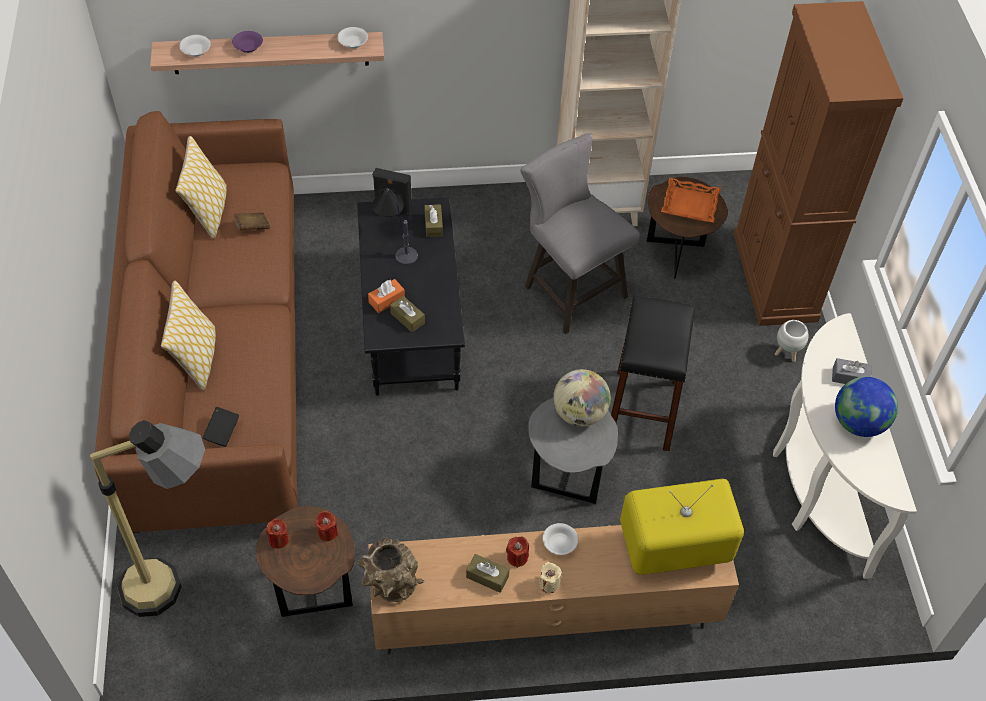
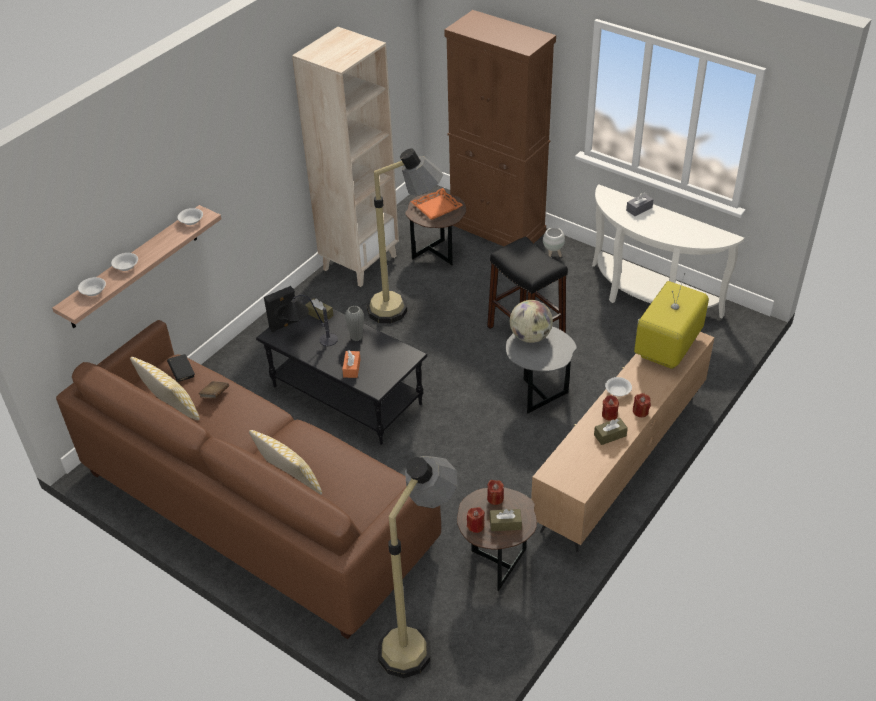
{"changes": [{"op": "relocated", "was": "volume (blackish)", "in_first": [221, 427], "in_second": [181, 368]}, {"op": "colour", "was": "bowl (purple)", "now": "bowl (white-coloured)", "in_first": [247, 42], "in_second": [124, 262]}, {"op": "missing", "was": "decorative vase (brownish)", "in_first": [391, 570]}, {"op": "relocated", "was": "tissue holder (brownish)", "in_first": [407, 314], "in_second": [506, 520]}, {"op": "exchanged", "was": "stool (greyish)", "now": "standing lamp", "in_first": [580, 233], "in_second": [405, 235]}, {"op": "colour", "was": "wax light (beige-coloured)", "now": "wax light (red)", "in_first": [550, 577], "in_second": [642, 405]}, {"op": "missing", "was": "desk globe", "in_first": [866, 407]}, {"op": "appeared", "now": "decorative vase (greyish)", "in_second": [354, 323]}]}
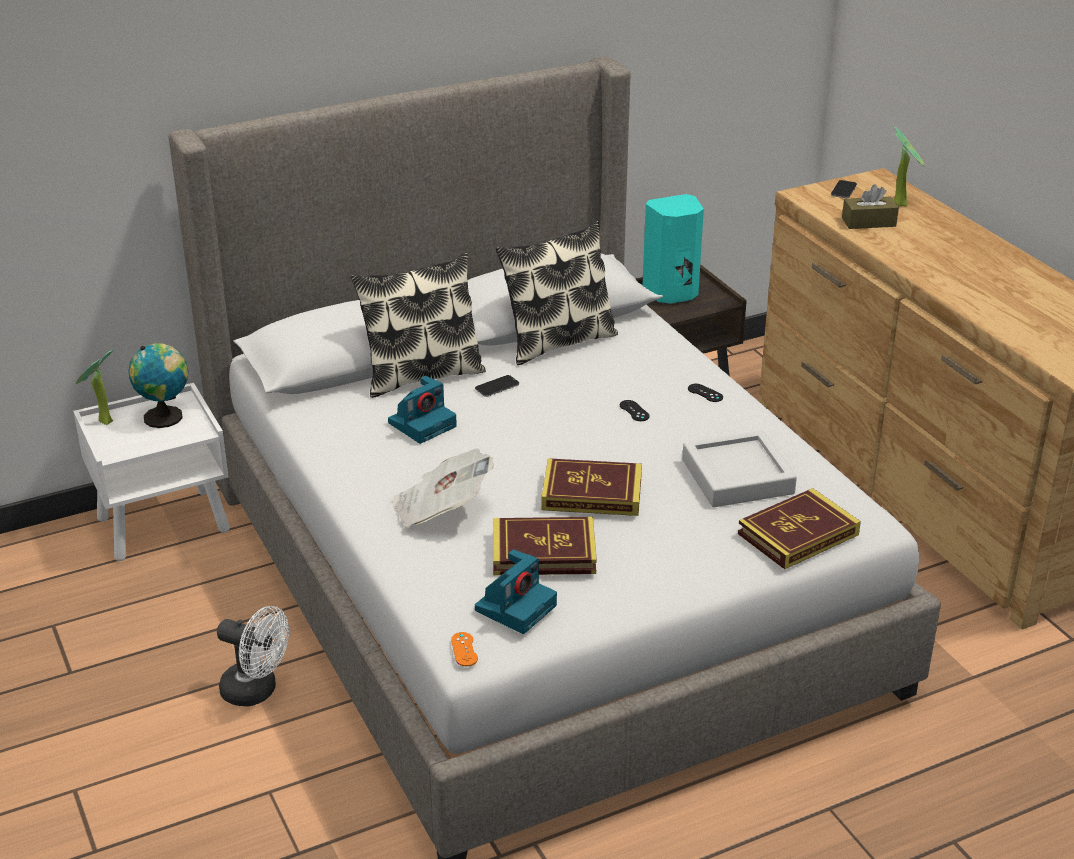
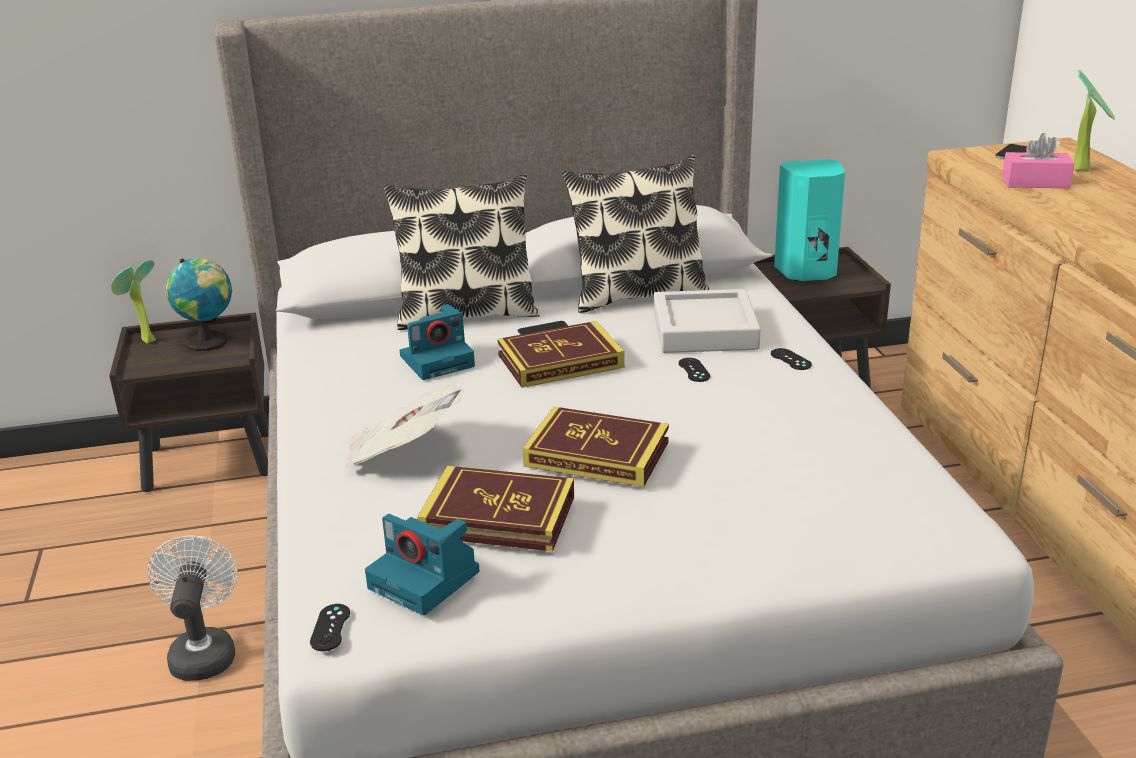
{"changes": [{"op": "colour", "was": "nightstand (white-coloured)", "now": "nightstand (brownish)", "in_first": [151, 472], "in_second": [189, 402]}, {"op": "spun", "was": "fan (white-coloured)", "in_first": [253, 656], "in_second": [192, 608], "clockwise": -135}, {"op": "colour", "was": "joypad (orange)", "now": "joypad (blackish)", "in_first": [464, 649], "in_second": [330, 627]}, {"op": "spun", "was": "photo camera", "in_first": [516, 591], "in_second": [422, 564], "clockwise": 75}, {"op": "relocated", "was": "tray (greyish)", "in_first": [739, 469], "in_second": [707, 321]}, {"op": "relocated", "was": "volume", "in_first": [799, 529], "in_second": [560, 354]}, {"op": "colour", "was": "tissue holder (brownish)", "now": "tissue holder (pinkish)", "in_first": [870, 206], "in_second": [1038, 160]}]}
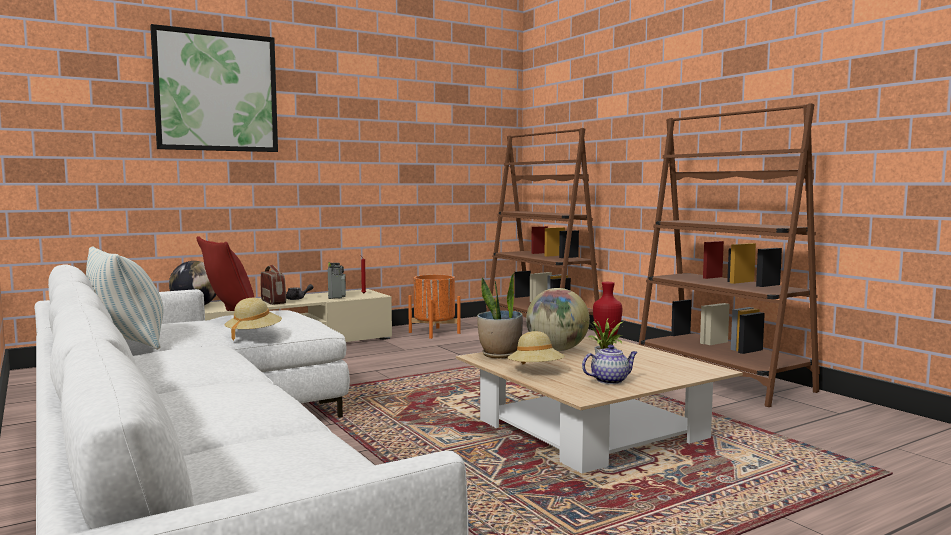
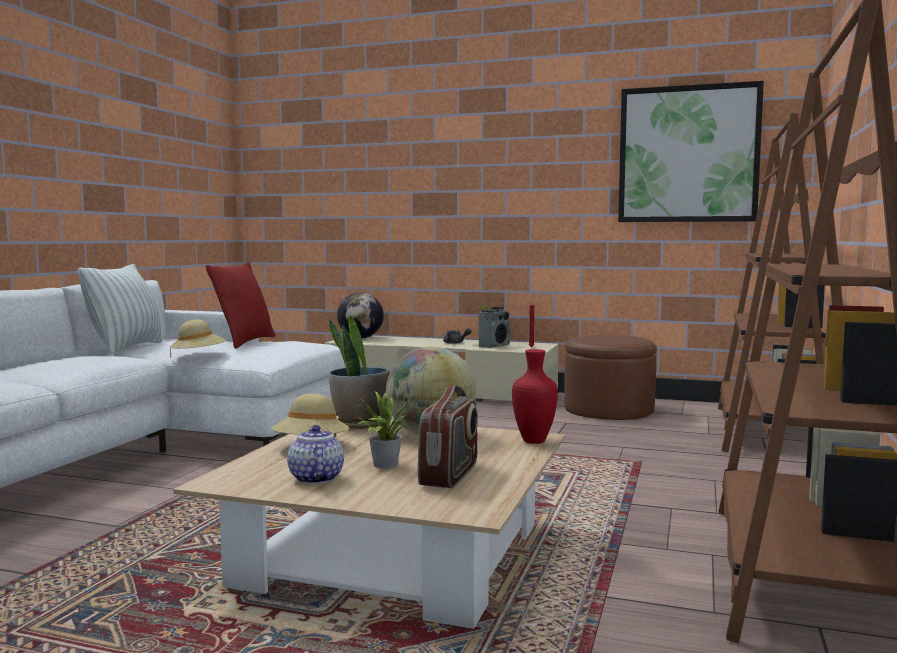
{"changes": [{"op": "relocated", "was": "wall art", "in_first": [214, 88], "in_second": [691, 151]}, {"op": "relocated", "was": "radio receiver", "in_first": [273, 285], "in_second": [448, 436]}, {"op": "exchanged", "was": "flower pot (orange)", "now": "ottoman (brownish)", "in_first": [434, 307], "in_second": [610, 377]}, {"op": "spun", "was": "tea pot", "in_first": [610, 364], "in_second": [315, 454], "clockwise": -135}]}
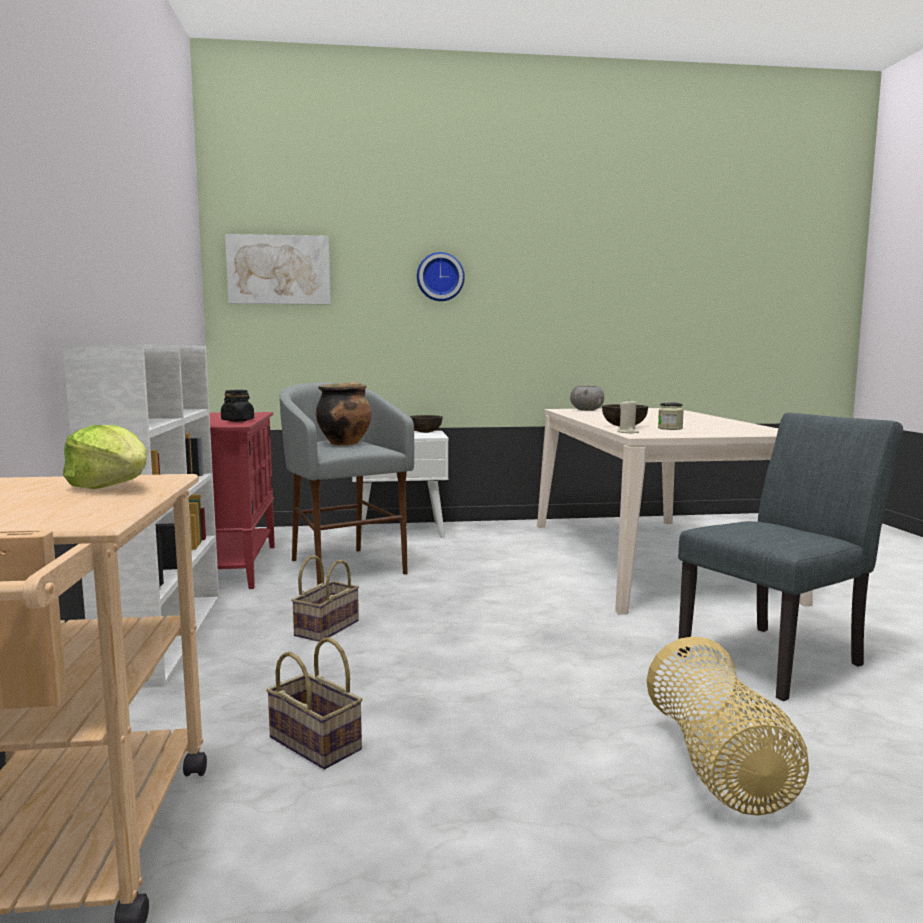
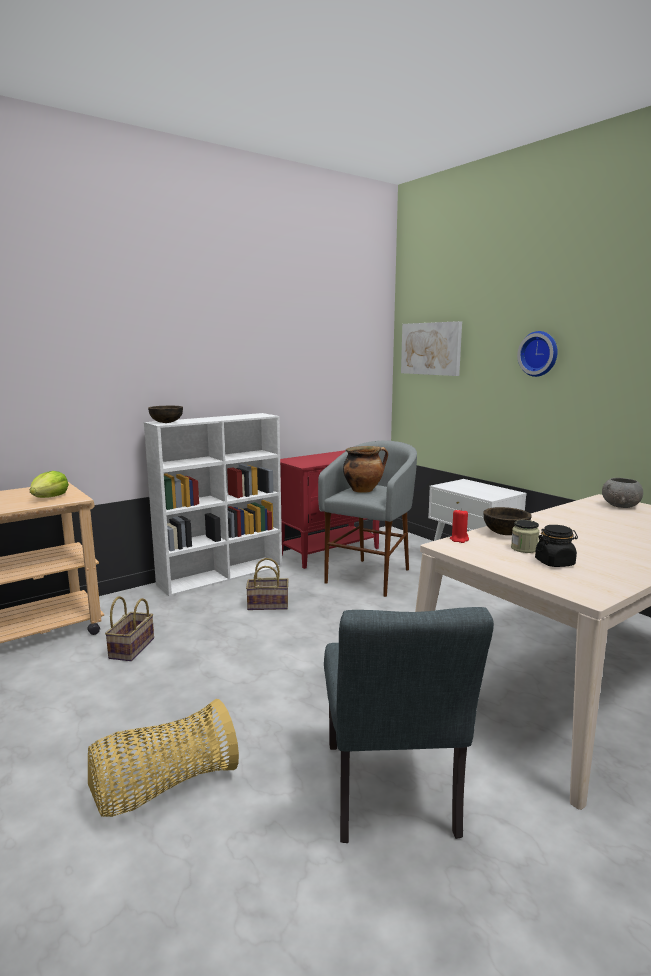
{"changes": [{"op": "relocated", "was": "jar (blackish)", "in_first": [237, 406], "in_second": [556, 546]}, {"op": "relocated", "was": "bowl (brownish)", "in_first": [426, 424], "in_second": [165, 414]}, {"op": "colour", "was": "wax light (beige-coloured)", "now": "wax light (red)", "in_first": [628, 416], "in_second": [459, 526]}, {"op": "spun", "was": "upright chair (greyish)", "in_first": [790, 557], "in_second": [409, 725], "clockwise": 60}]}
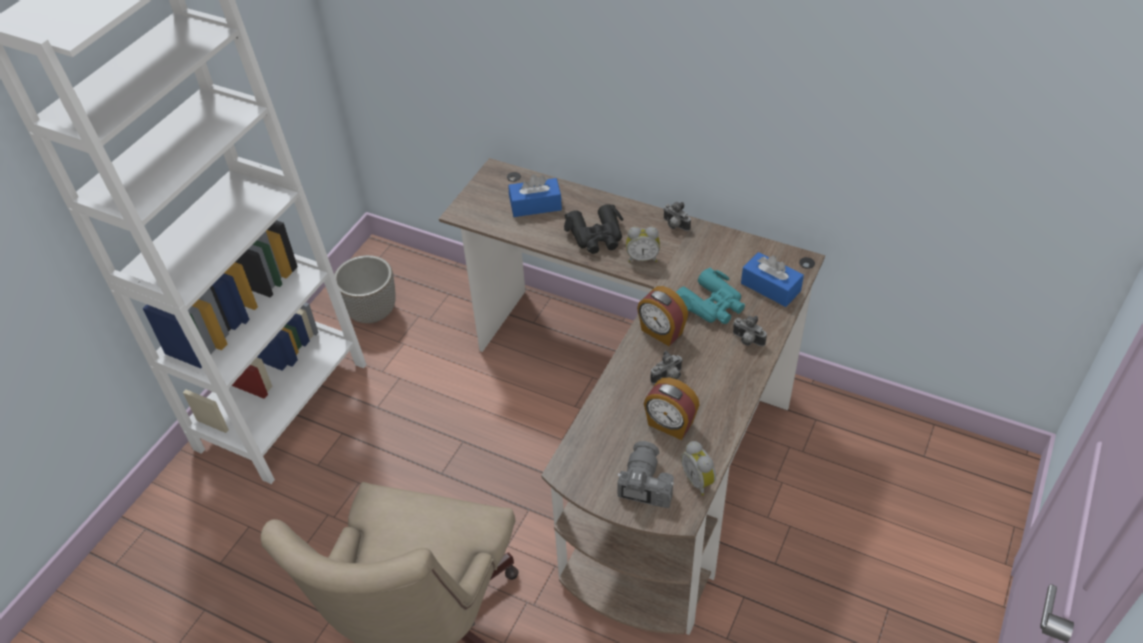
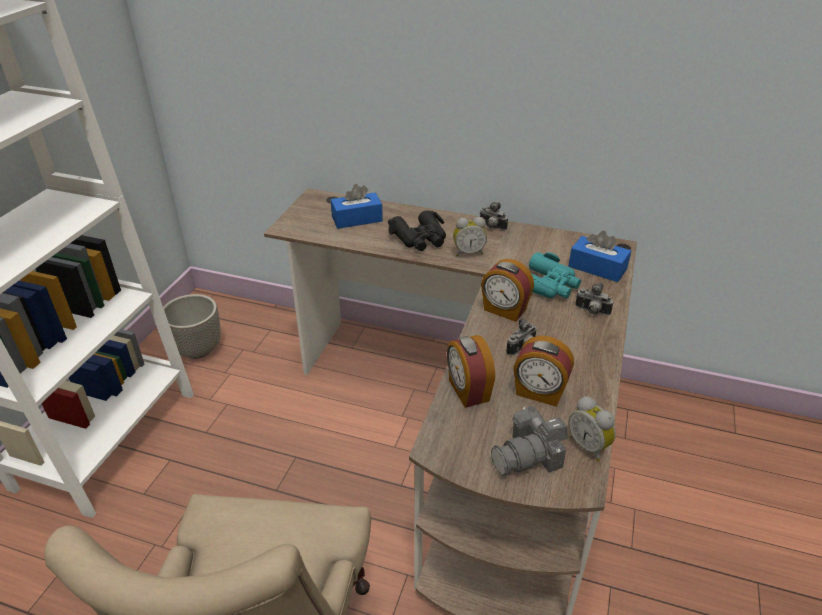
{"changes": [{"op": "spun", "was": "photo camera", "in_first": [645, 474], "in_second": [529, 441], "clockwise": -120}, {"op": "appeared", "now": "bedside clock", "in_second": [471, 371]}]}
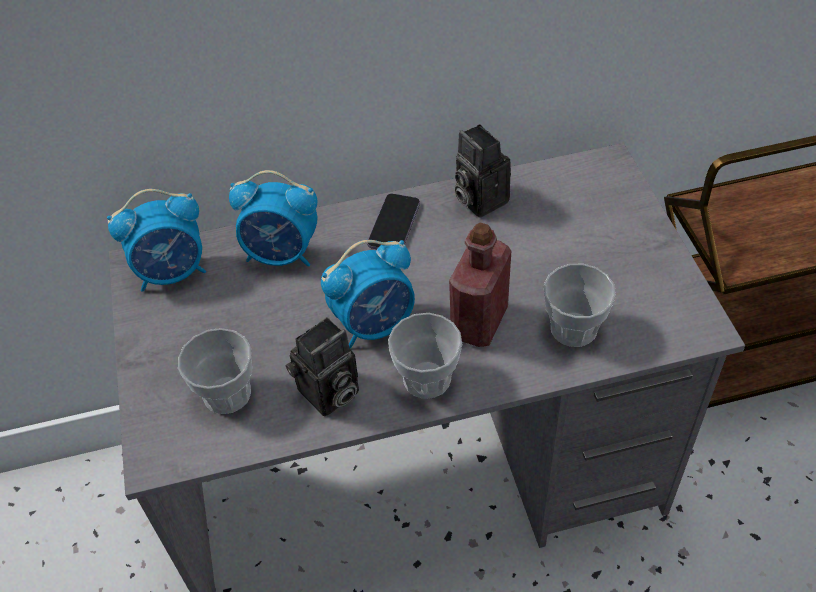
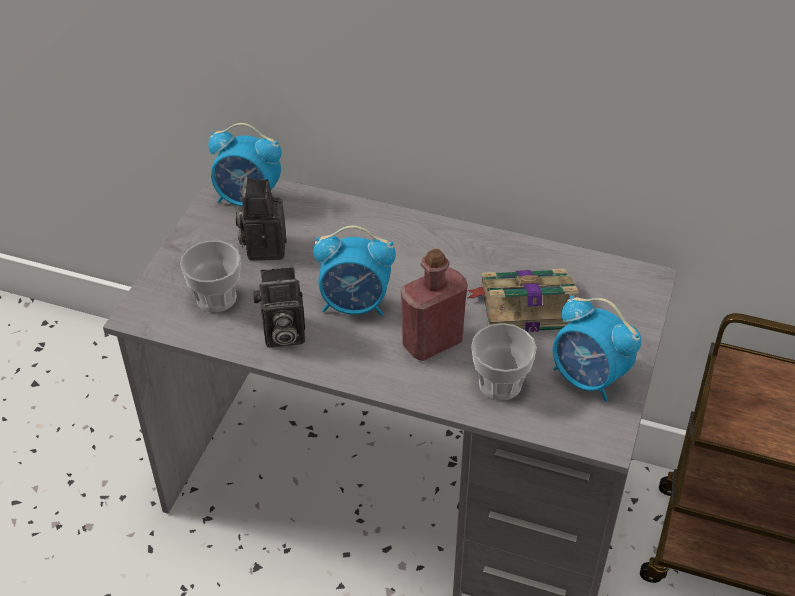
{"changes": [{"op": "relocated", "was": "bedside clock", "in_first": [273, 218], "in_second": [597, 349]}, {"op": "missing", "was": "telephone", "in_first": [393, 221]}, {"op": "missing", "was": "drinking cup", "in_first": [425, 356]}, {"op": "relocated", "was": "photo camera", "in_first": [482, 171], "in_second": [261, 218]}, {"op": "appeared", "now": "volume", "in_second": [523, 301]}]}
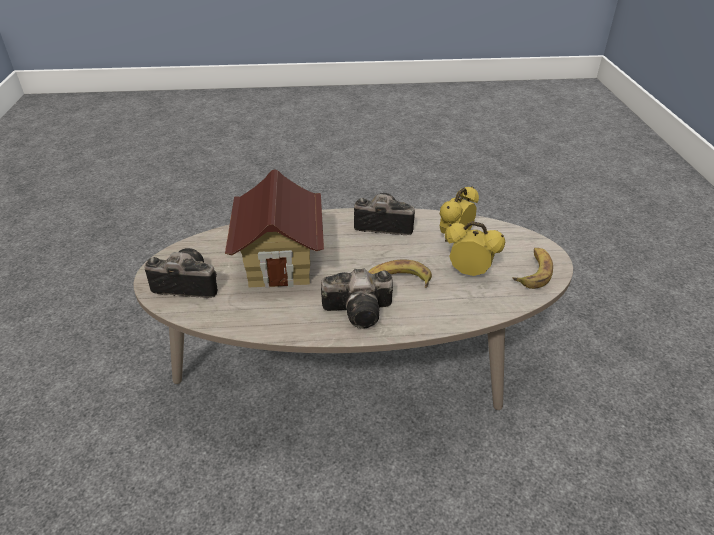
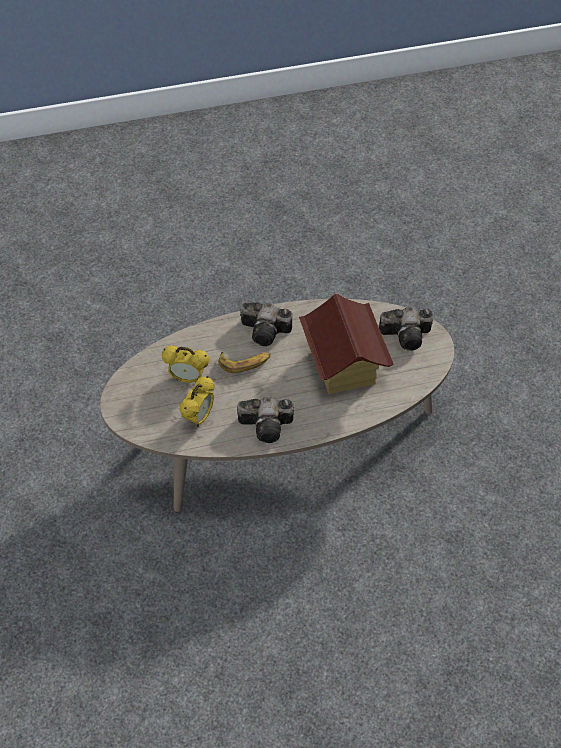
{"changes": [{"op": "spun", "was": "photo camera", "in_first": [357, 298], "in_second": [266, 324], "clockwise": -150}, {"op": "missing", "was": "banana fruit", "in_first": [533, 268]}]}
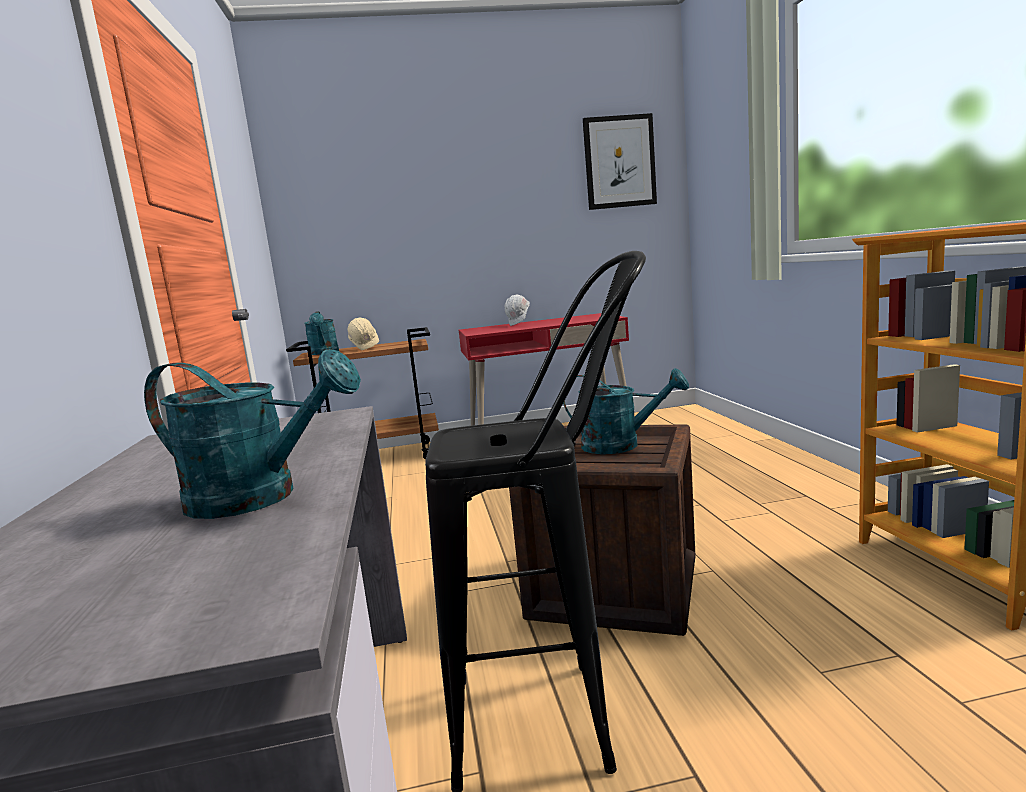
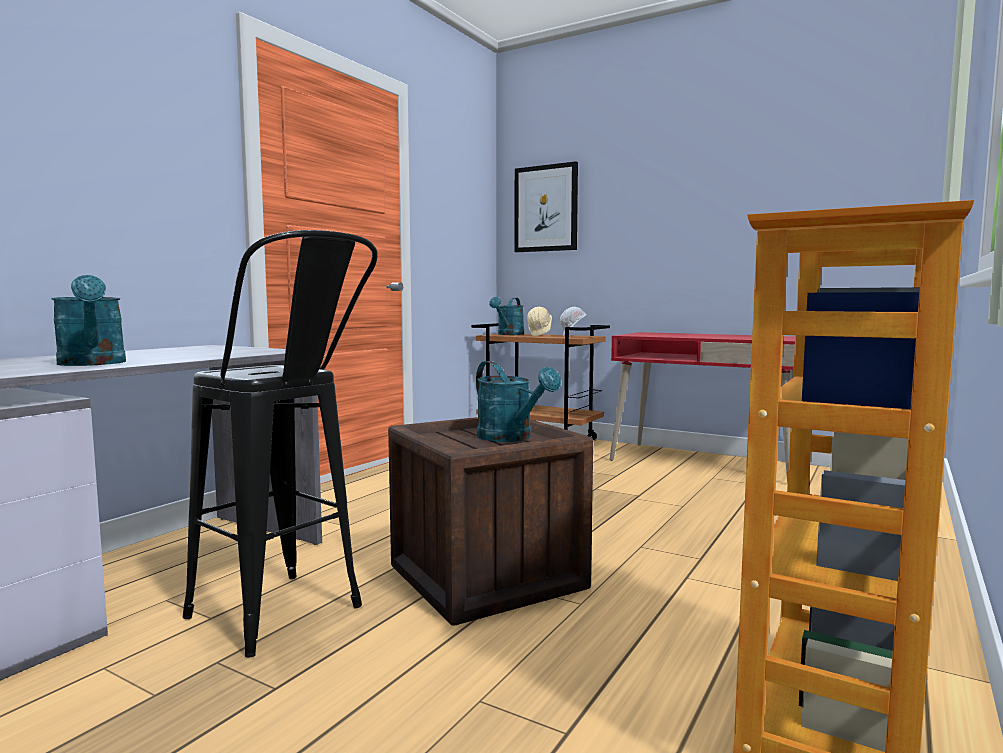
{"changes": [{"op": "relocated", "was": "work helmet (white-coloured)", "in_first": [517, 310], "in_second": [573, 321]}, {"op": "relocated", "was": "wall art", "in_first": [620, 161], "in_second": [546, 206]}]}
